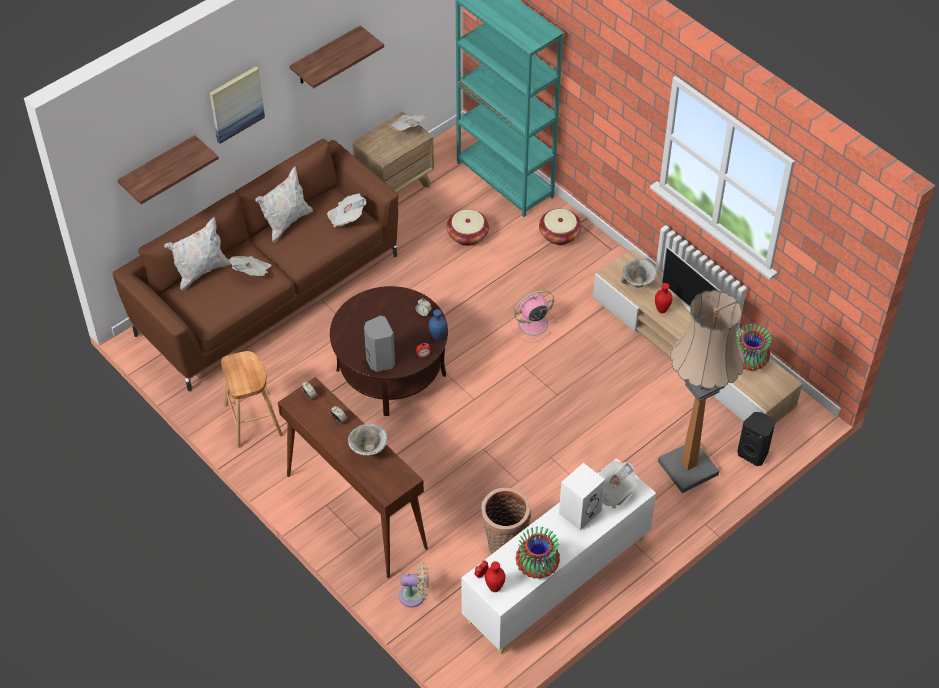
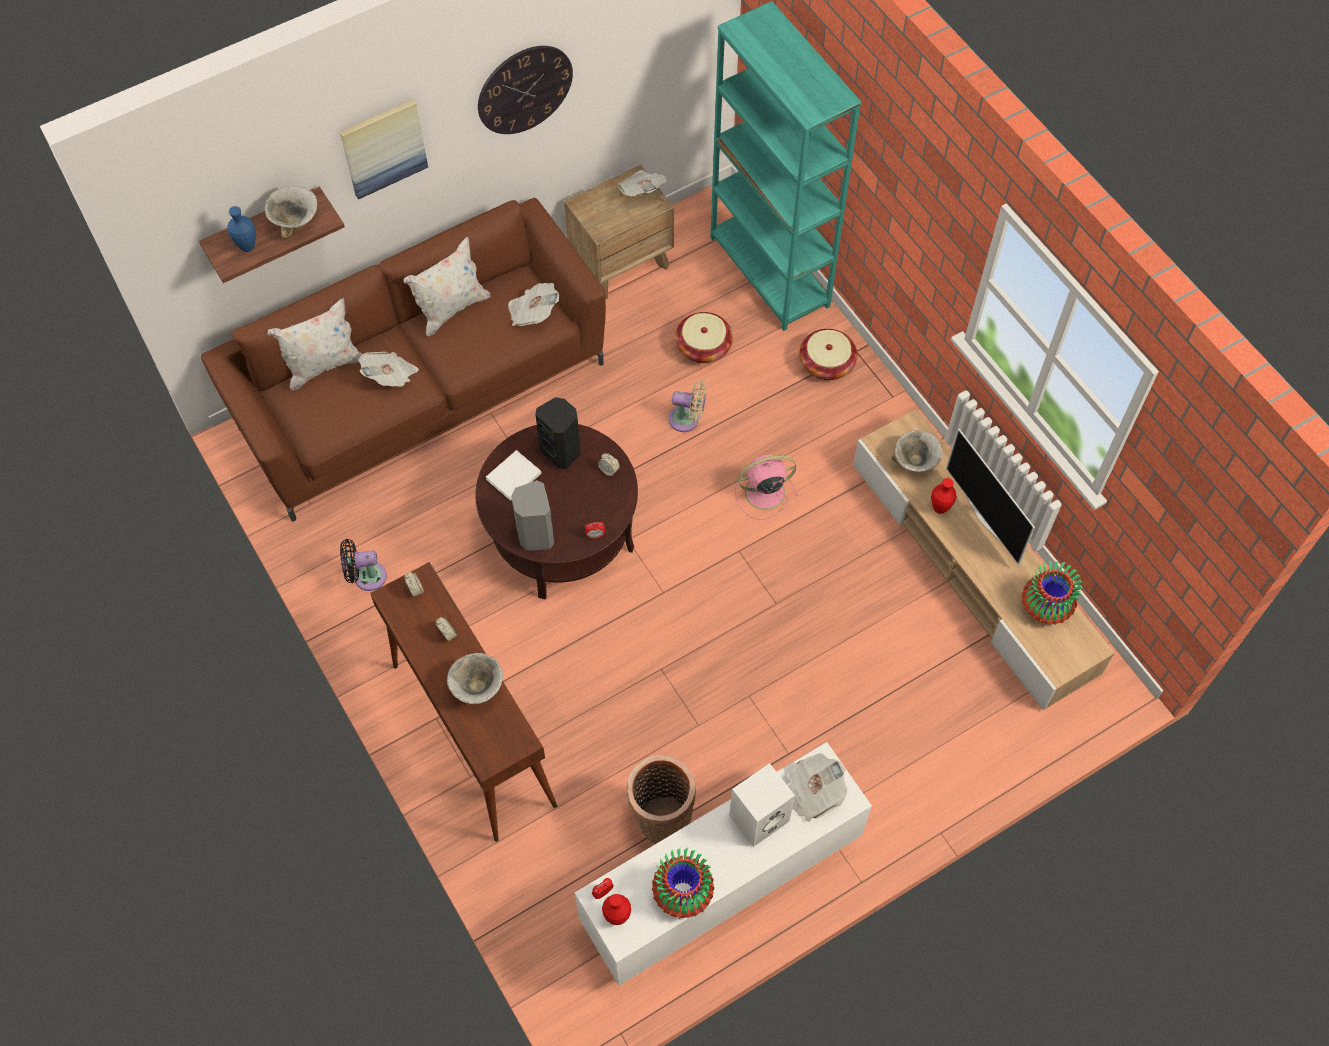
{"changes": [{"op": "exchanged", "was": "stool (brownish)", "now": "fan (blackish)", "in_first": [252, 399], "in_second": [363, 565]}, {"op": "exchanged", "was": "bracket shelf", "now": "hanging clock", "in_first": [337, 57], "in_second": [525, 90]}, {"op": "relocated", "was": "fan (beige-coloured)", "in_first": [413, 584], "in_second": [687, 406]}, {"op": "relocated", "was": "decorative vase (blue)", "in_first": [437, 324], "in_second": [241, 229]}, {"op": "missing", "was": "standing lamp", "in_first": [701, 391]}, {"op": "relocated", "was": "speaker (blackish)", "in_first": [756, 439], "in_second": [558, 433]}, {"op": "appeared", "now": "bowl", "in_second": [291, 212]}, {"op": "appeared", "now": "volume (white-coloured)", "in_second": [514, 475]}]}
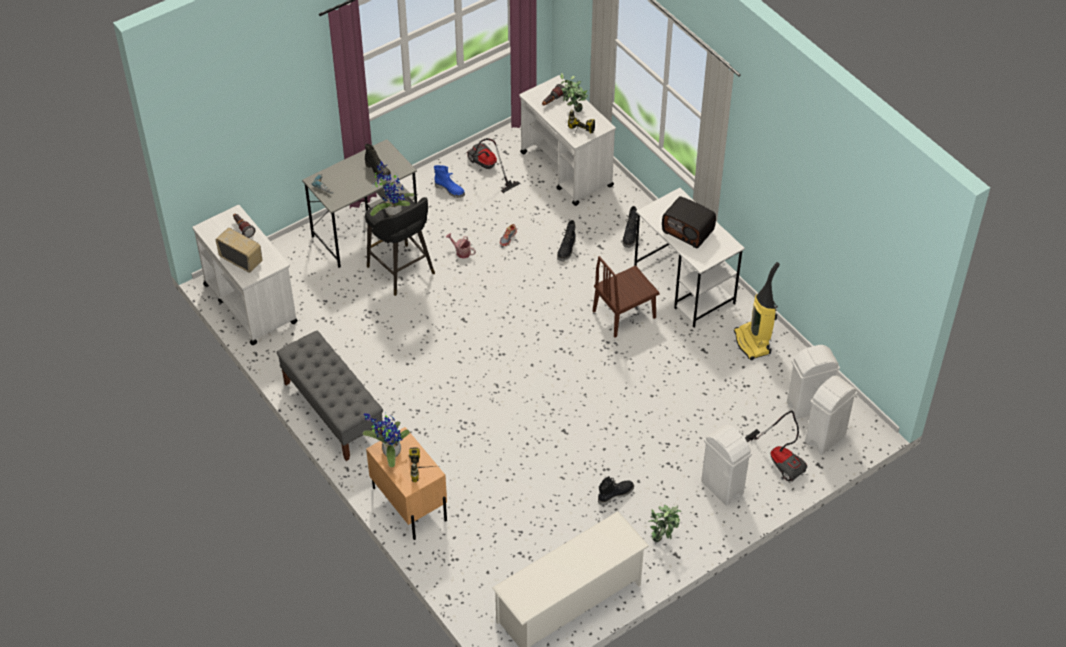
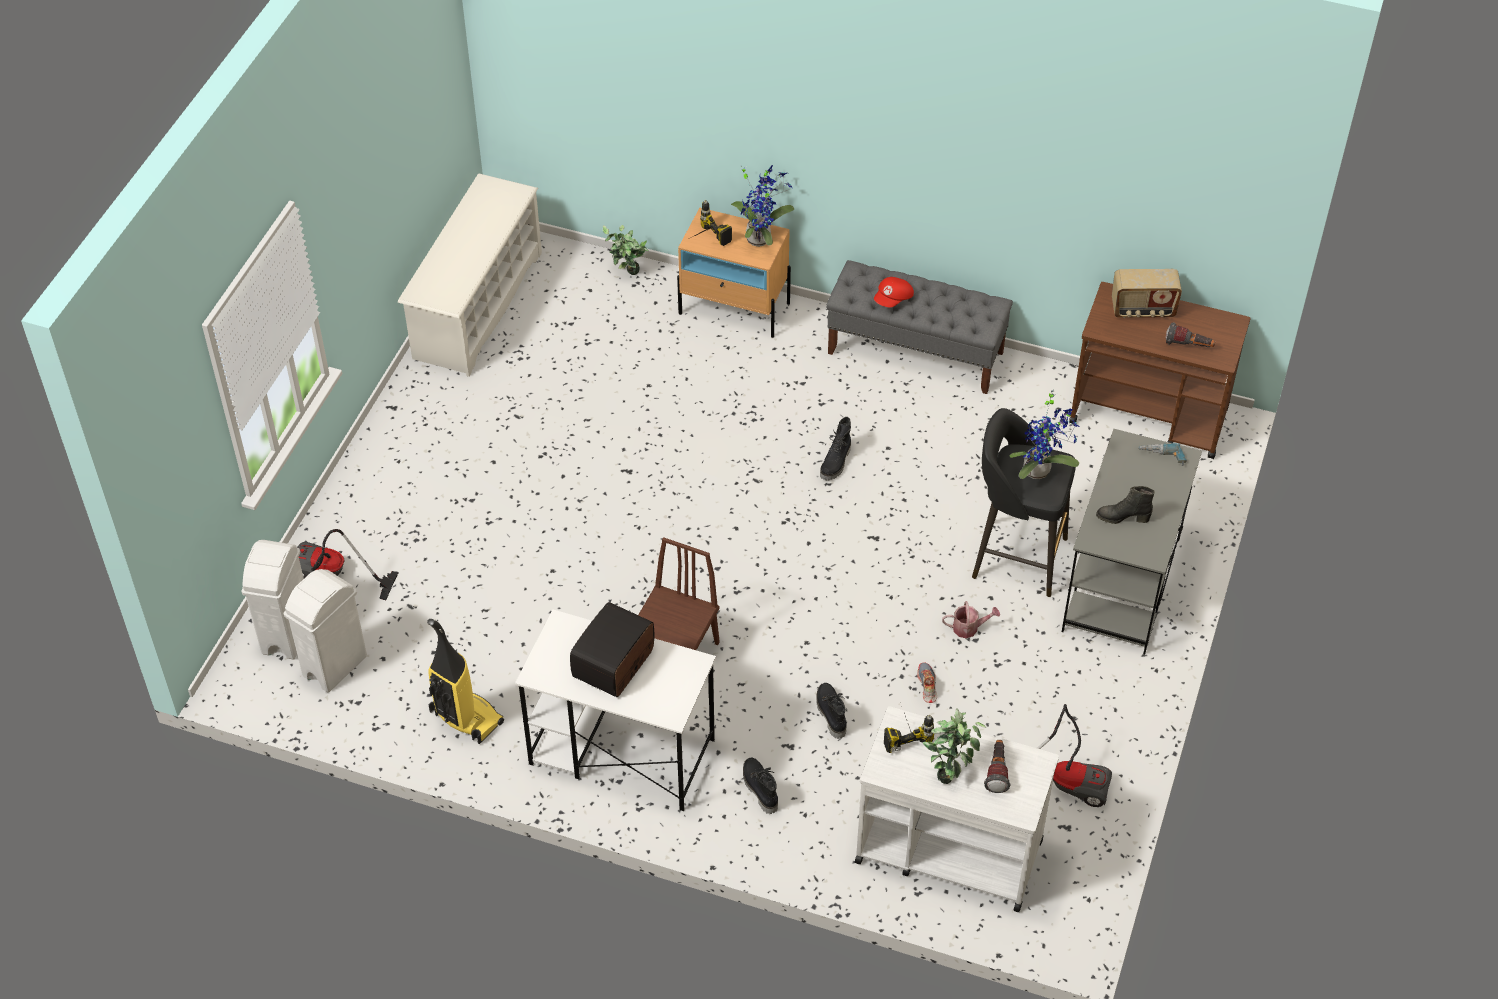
{"changes": [{"op": "colour", "was": "cart (white-coloured)", "now": "cart (brownish)", "in_first": [245, 275], "in_second": [1160, 370]}, {"op": "missing", "was": "high-top boot (blue)", "in_first": [449, 181]}, {"op": "relocated", "was": "high-top boot (blackish)", "in_first": [616, 491], "in_second": [835, 448]}, {"op": "relocated", "was": "potted plant", "in_first": [664, 523], "in_second": [626, 250]}, {"op": "spun", "was": "radio receiver", "in_first": [689, 222], "in_second": [612, 649], "clockwise": -60}, {"op": "missing", "was": "rubbish bin (white-coloured)", "in_first": [726, 465]}, {"op": "appeared", "now": "cap (red)", "in_second": [894, 292]}]}
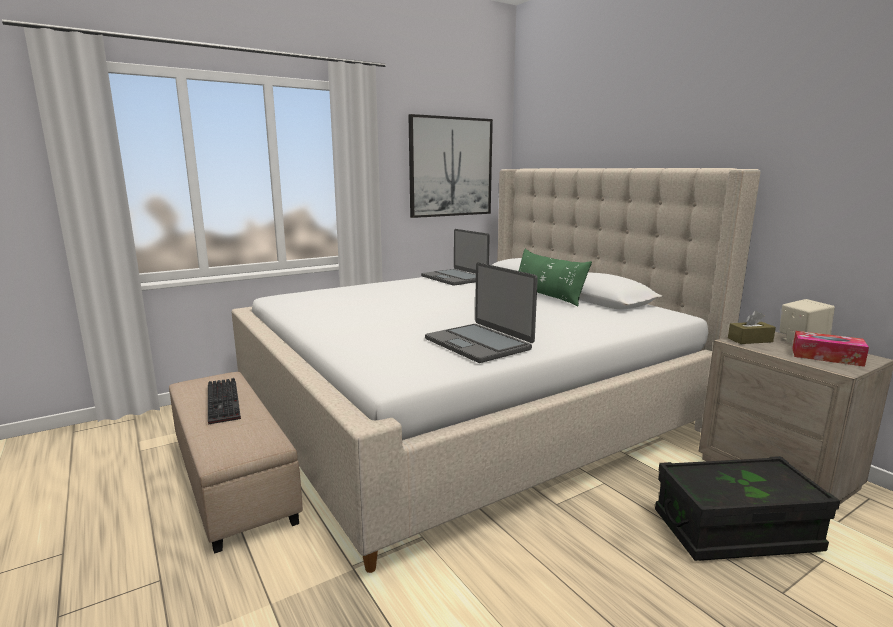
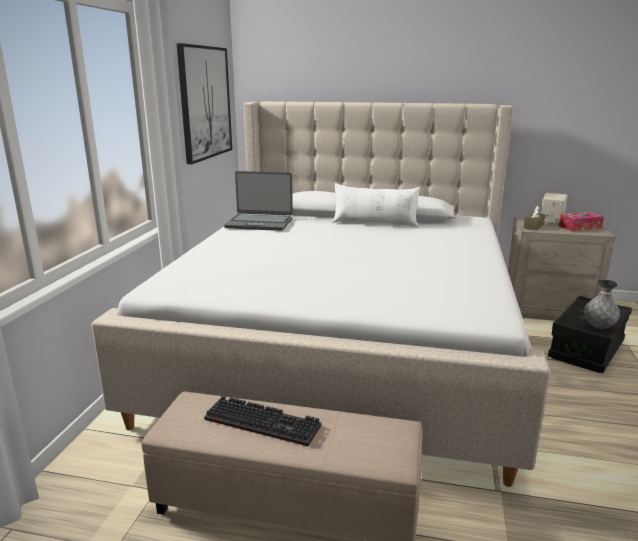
{"changes": [{"op": "missing", "was": "notebook computer", "in_first": [481, 312]}, {"op": "colour", "was": "throw pillow (green-coloured)", "now": "throw pillow (white-coloured)", "in_first": [555, 278], "in_second": [376, 205]}, {"op": "appeared", "now": "decorative vase (greyish)", "in_second": [602, 304]}]}
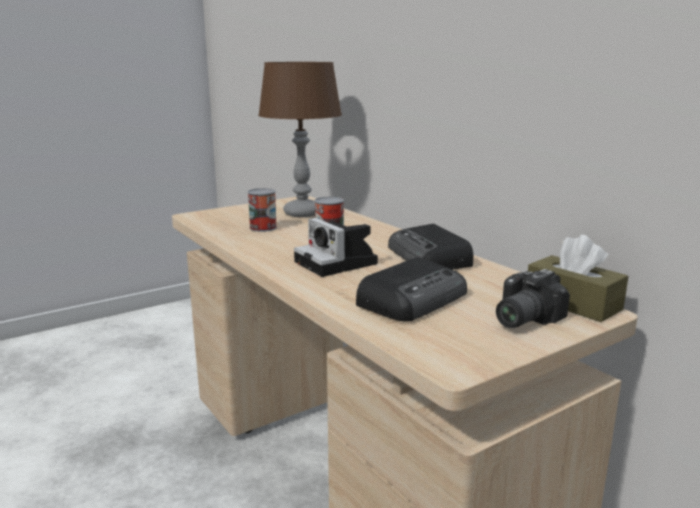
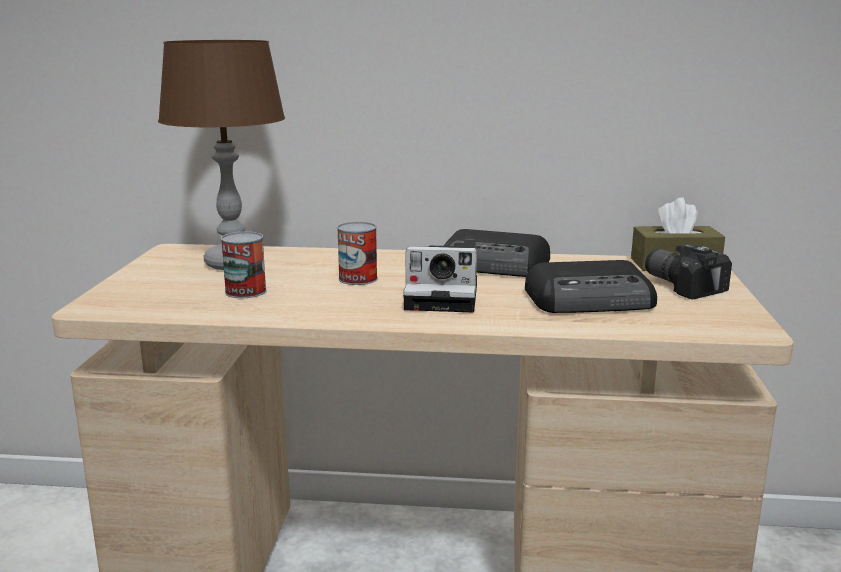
{"changes": [{"op": "spun", "was": "radio receiver", "in_first": [411, 289], "in_second": [591, 286], "clockwise": 90}, {"op": "spun", "was": "photo camera", "in_first": [533, 298], "in_second": [688, 271], "clockwise": 150}]}
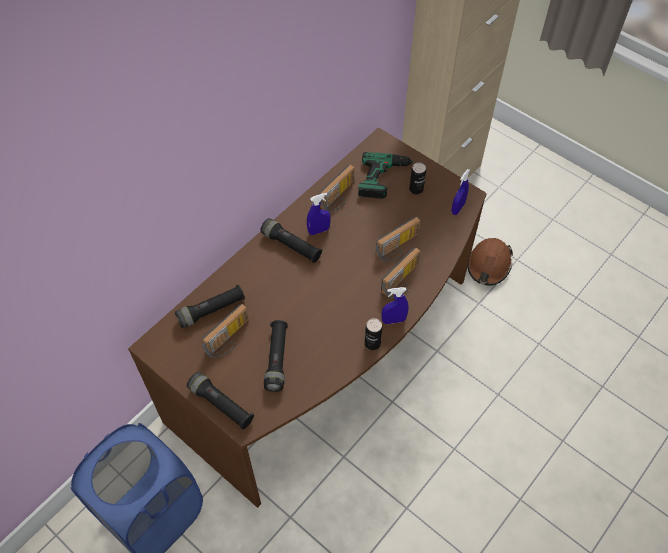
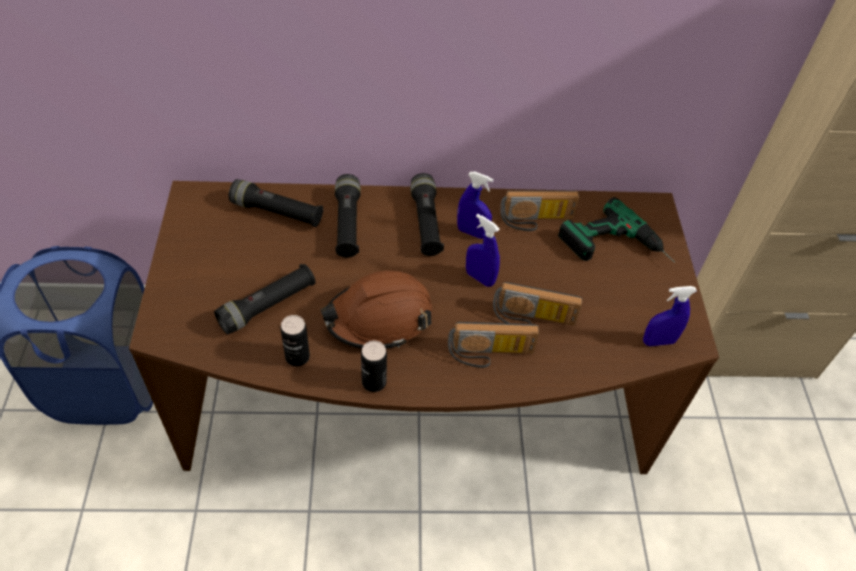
{"changes": [{"op": "relocated", "was": "flashlight (blackish)", "in_first": [220, 400], "in_second": [348, 216]}, {"op": "missing", "was": "radio receiver", "in_first": [225, 331]}, {"op": "relocated", "was": "spray bottle (blue)", "in_first": [395, 305], "in_second": [483, 250]}, {"op": "relocated", "was": "sealed can", "in_first": [417, 178], "in_second": [295, 341]}, {"op": "relocated", "was": "work helmet (brownish)", "in_first": [490, 262], "in_second": [376, 309]}]}
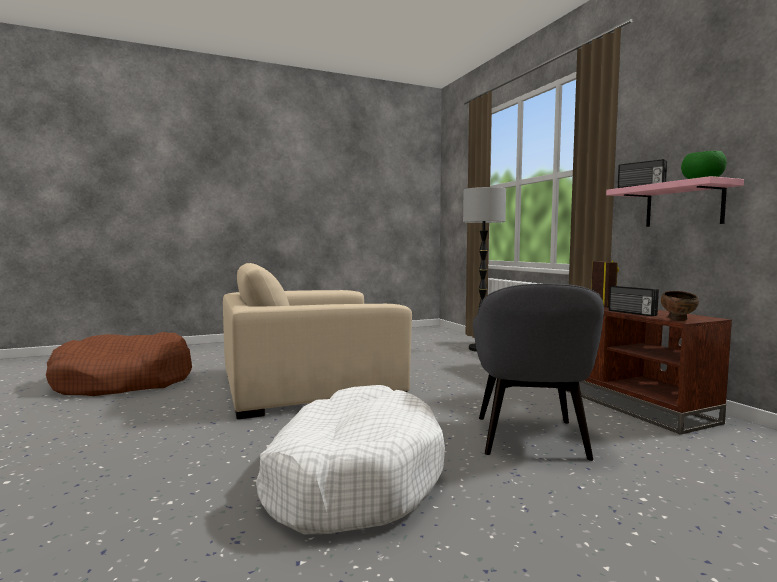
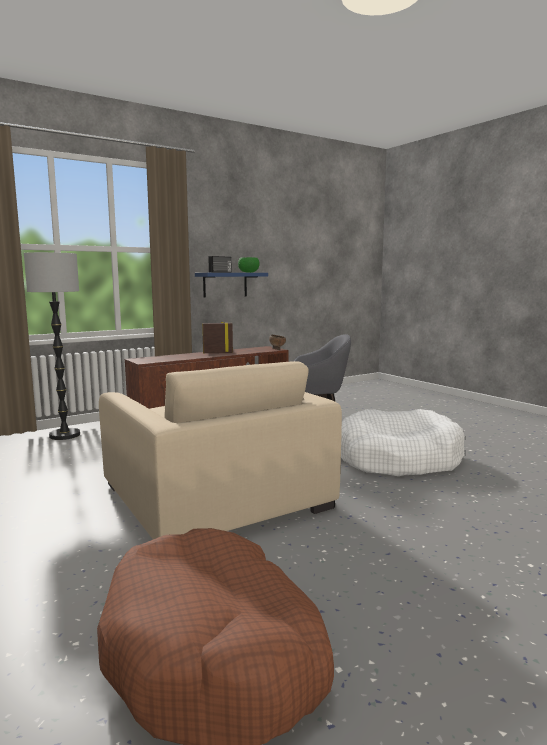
{"changes": [{"op": "colour", "was": "bracket shelf (pinkish)", "now": "bracket shelf (blue)", "in_first": [675, 201], "in_second": [231, 285]}, {"op": "missing", "was": "radio receiver", "in_first": [634, 301]}]}
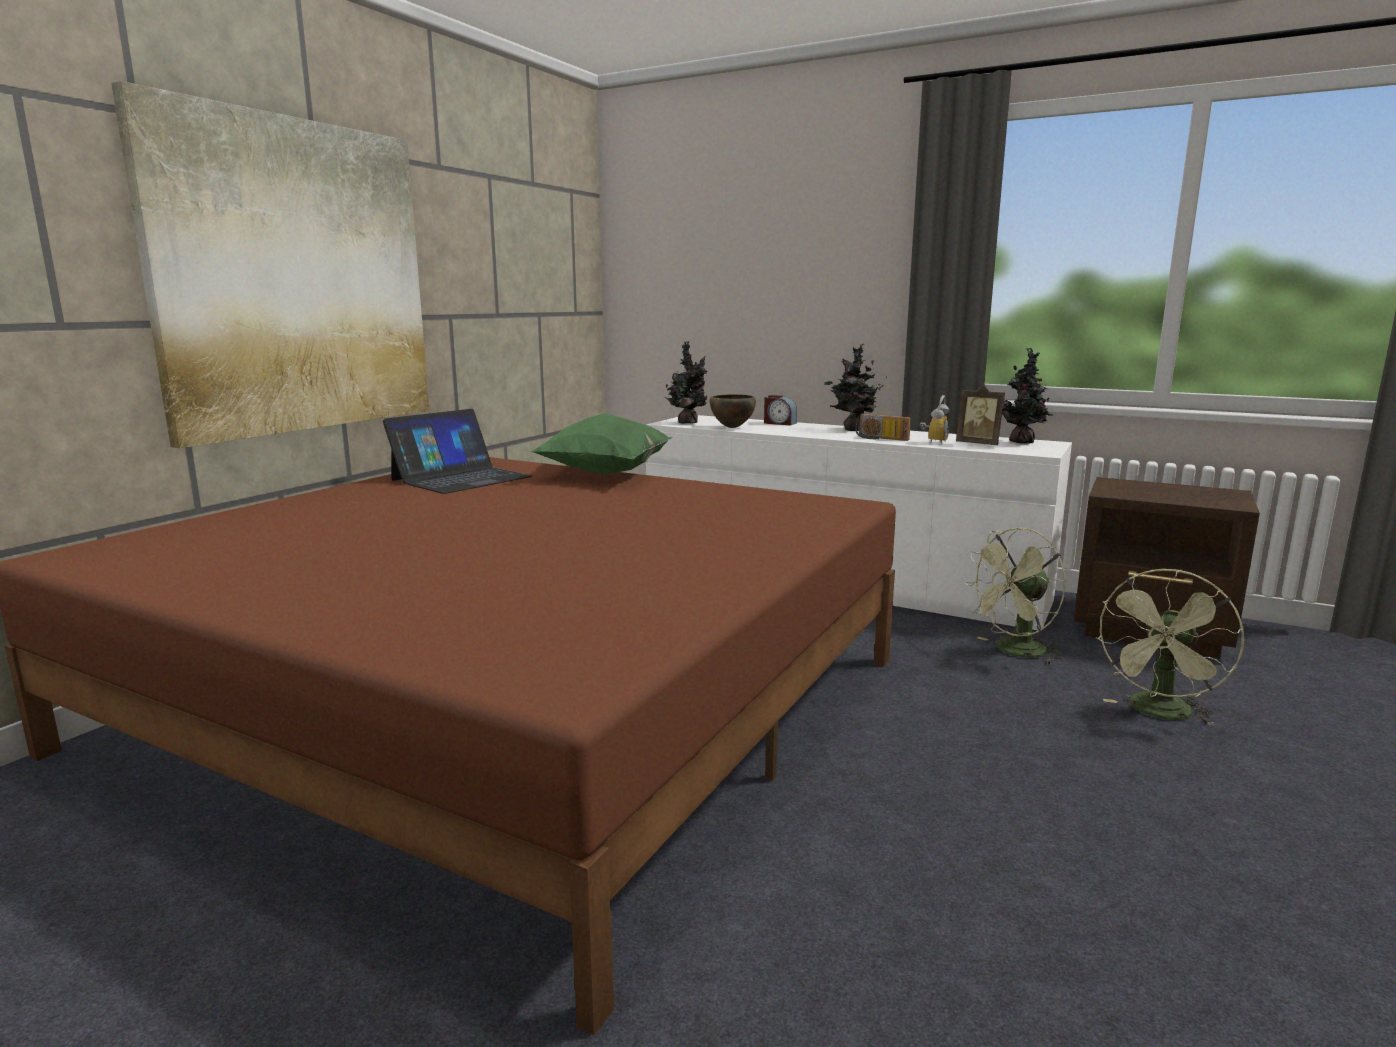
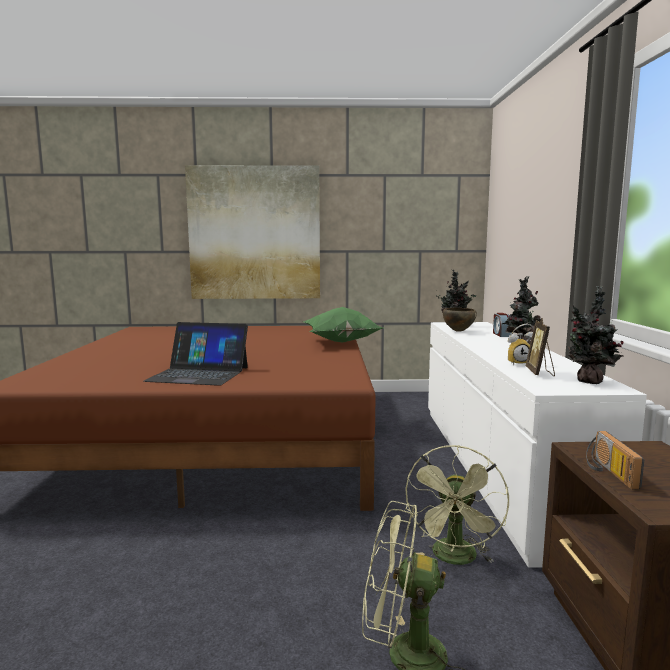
{"changes": [{"op": "relocated", "was": "notebook computer", "in_first": [457, 451], "in_second": [196, 354]}, {"op": "relocated", "was": "radio receiver", "in_first": [883, 427], "in_second": [615, 460]}, {"op": "spun", "was": "fan (green-coloured)", "in_first": [1015, 596], "in_second": [457, 505], "clockwise": -105}]}
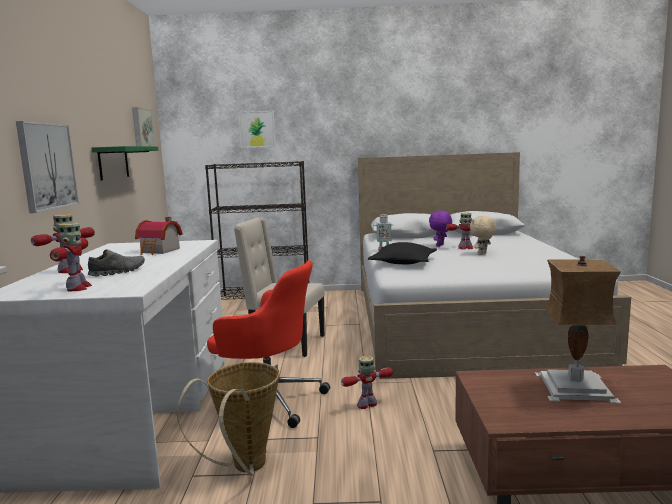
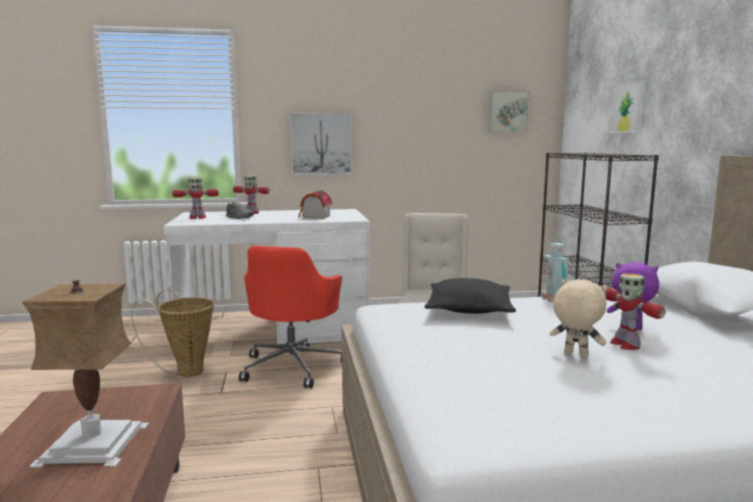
{"changes": [{"op": "missing", "was": "bracket shelf (green-coloured)", "in_first": [124, 163]}, {"op": "missing", "was": "model robot", "in_first": [367, 382]}]}
